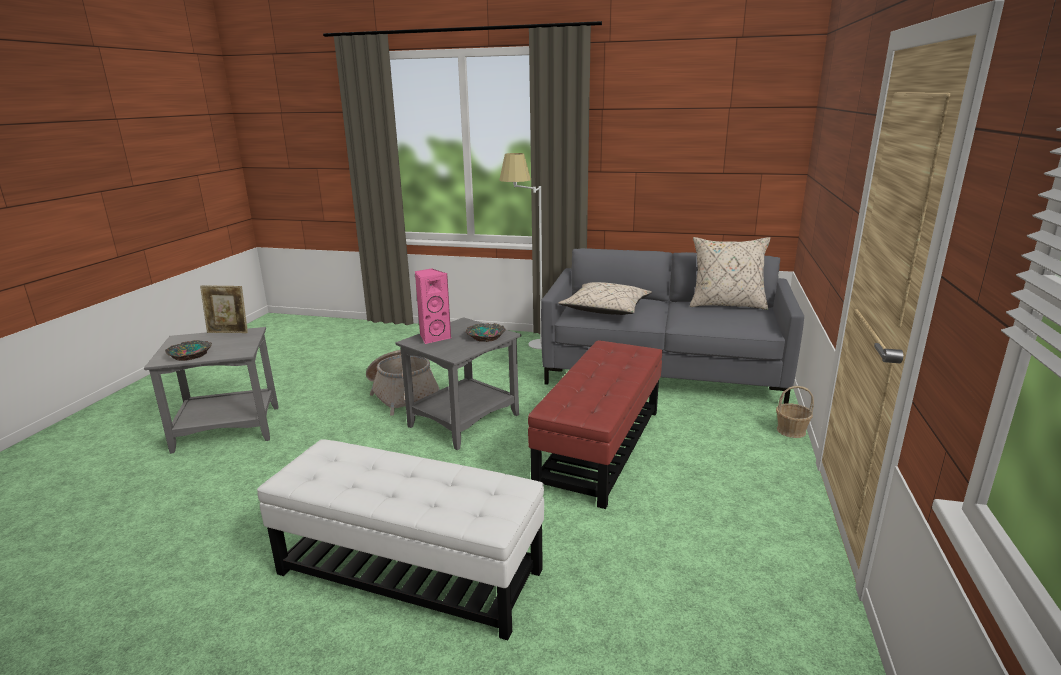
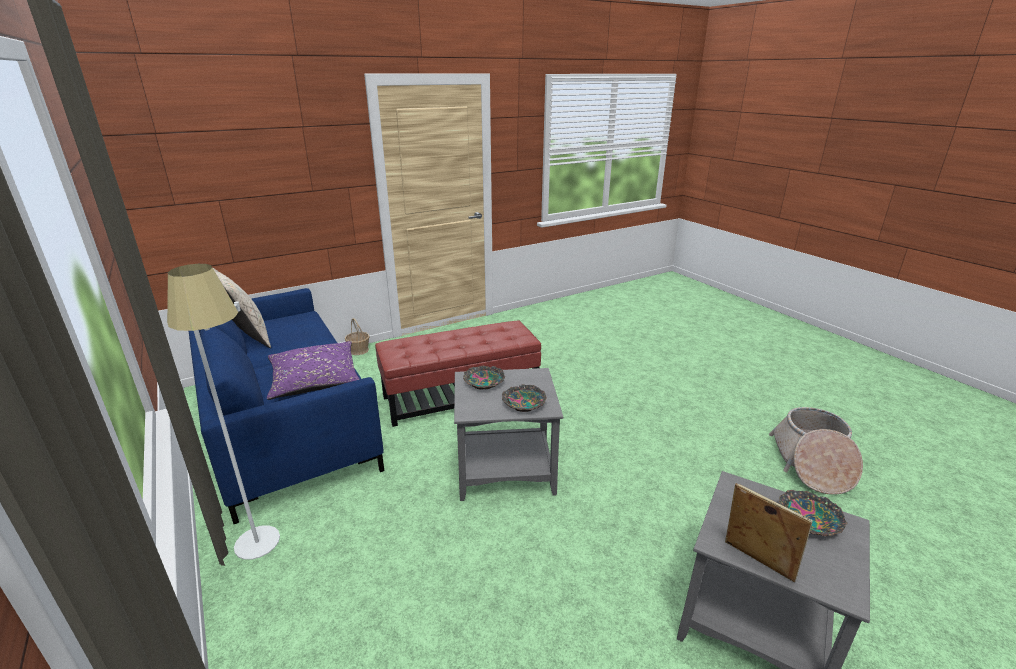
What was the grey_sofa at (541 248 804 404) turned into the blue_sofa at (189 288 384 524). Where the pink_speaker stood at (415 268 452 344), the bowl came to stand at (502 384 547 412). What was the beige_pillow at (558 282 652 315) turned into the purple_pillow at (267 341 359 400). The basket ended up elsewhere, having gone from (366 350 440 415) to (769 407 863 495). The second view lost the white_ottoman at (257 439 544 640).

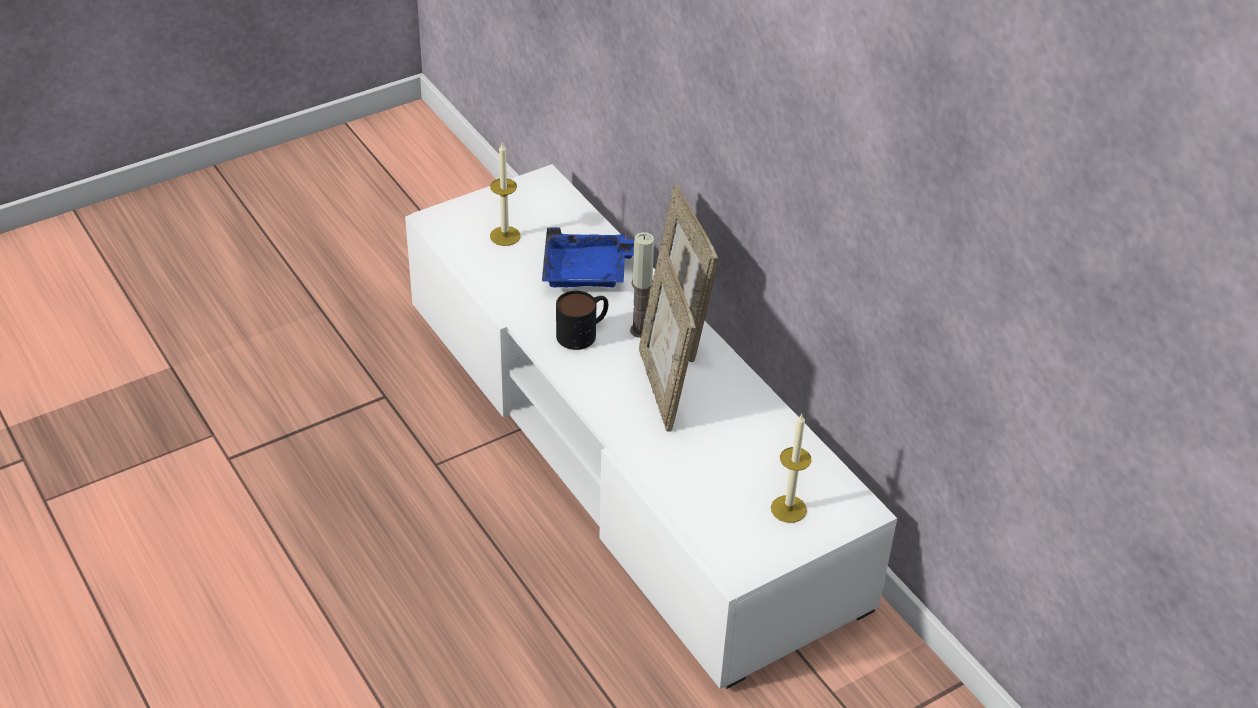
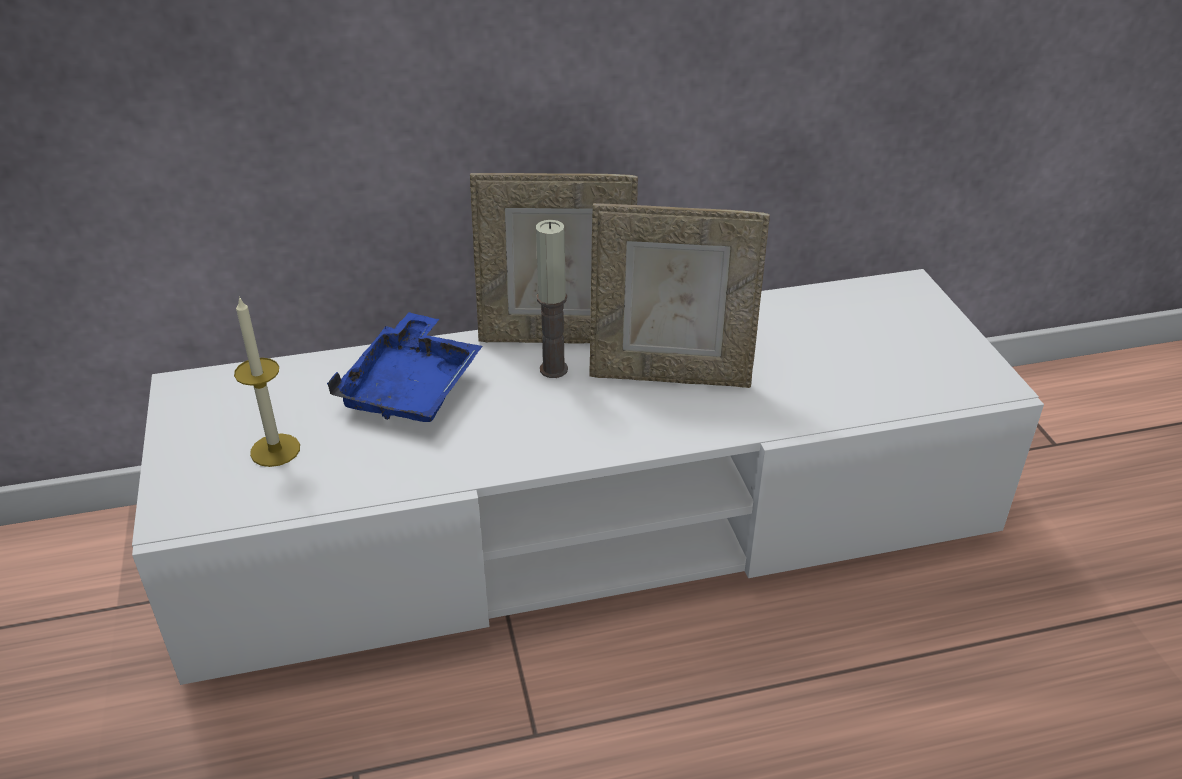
The second view lost the mug at (556 291 608 350). The second view lost the candle at (771 414 812 523).

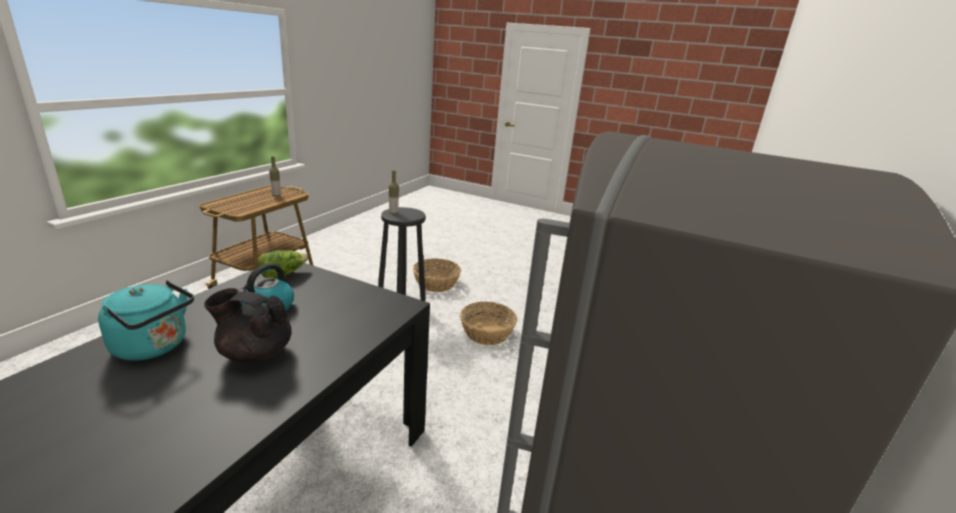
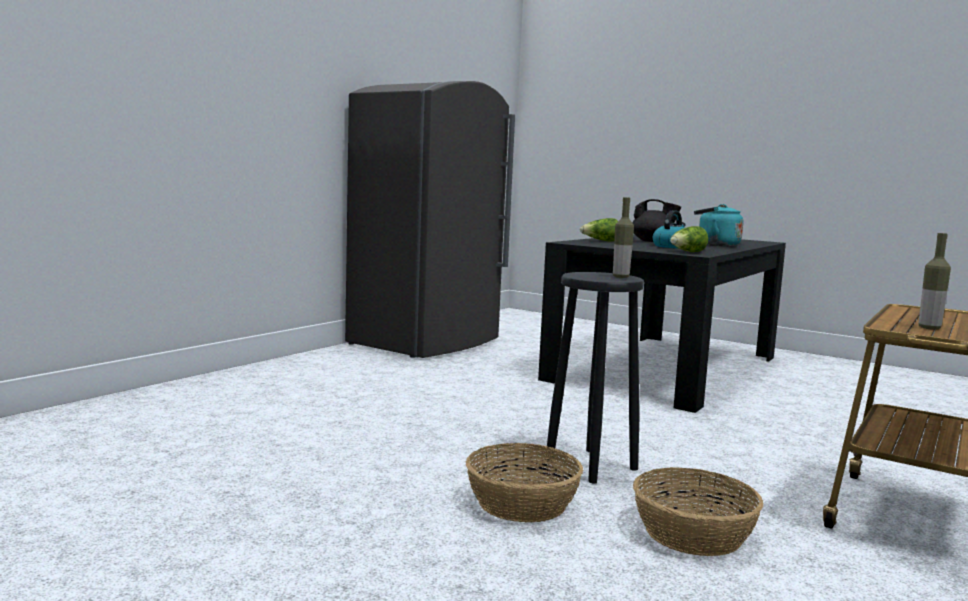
The basket ended up elsewhere, having gone from (460 302 517 345) to (633 467 764 556). The second view gained the lettuce at (580 218 618 241).

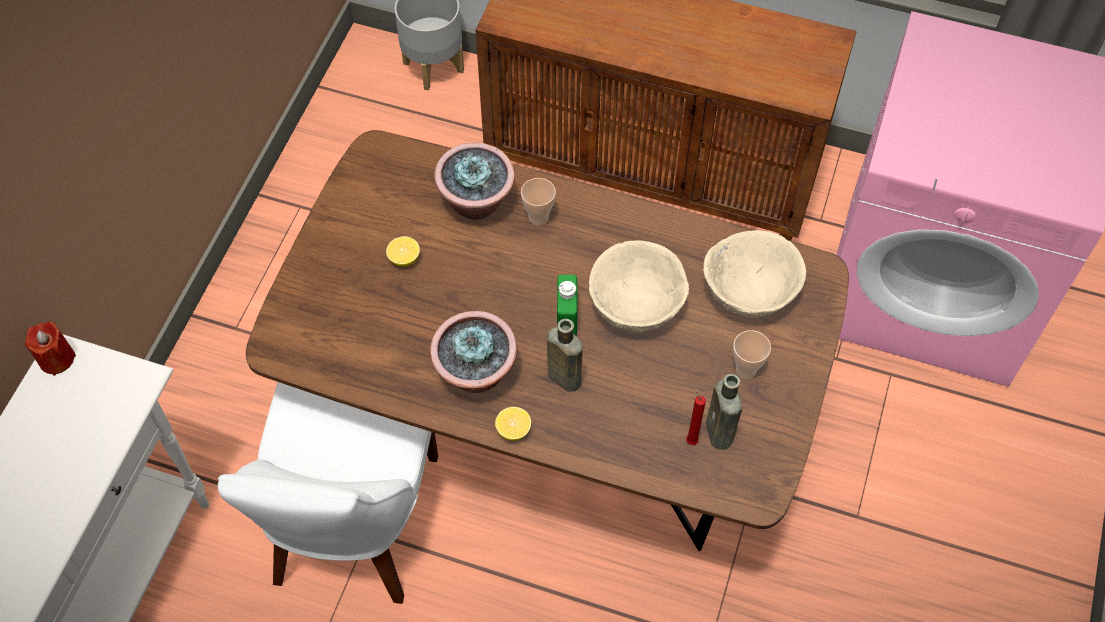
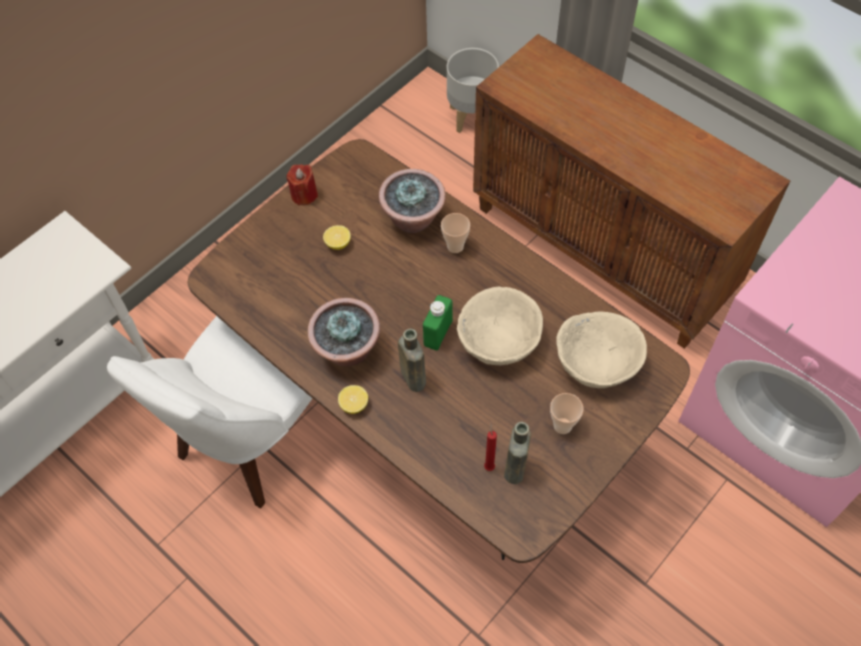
The red_candle ended up elsewhere, having gone from (25 322 76 376) to (287 164 318 206).

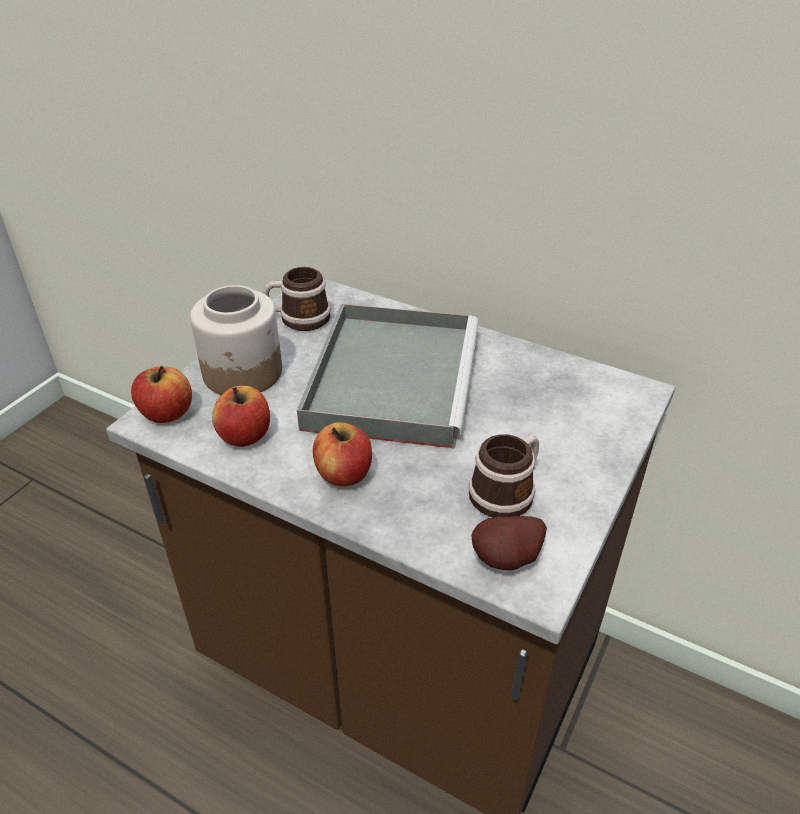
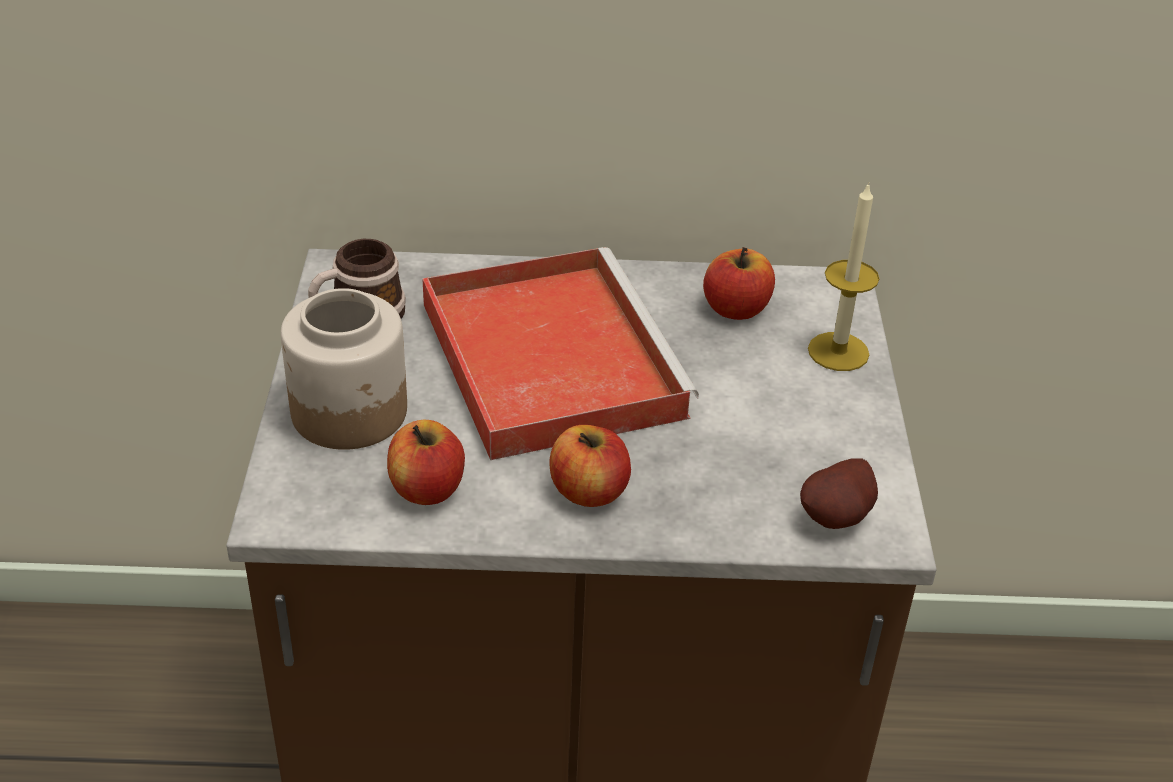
What was the grey_tray at (297 304 479 449) turned into the red_tray at (422 247 699 460). The apple ended up elsewhere, having gone from (131 366 192 423) to (703 247 775 320). The second view lost the mug at (468 434 539 517). The second view gained the candle at (808 182 879 371).

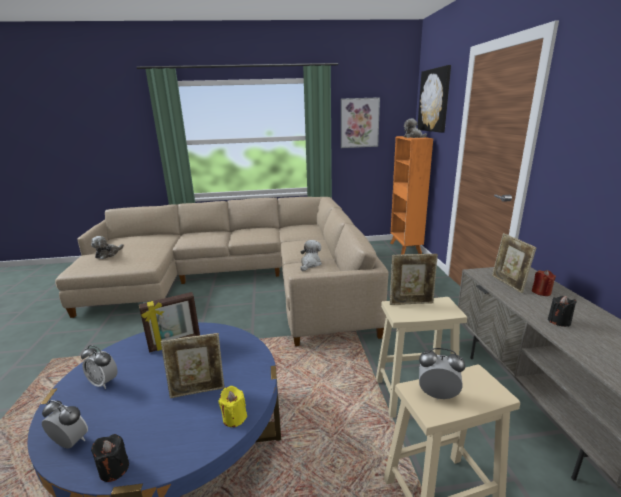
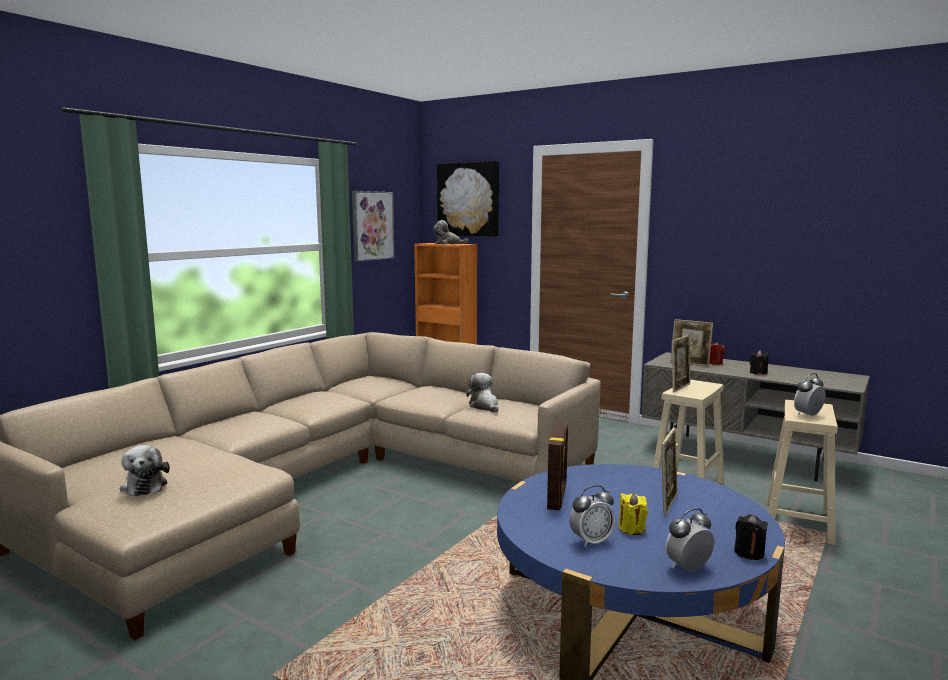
The yellow_candle ended up elsewhere, having gone from (218 386 247 427) to (618 493 648 535).

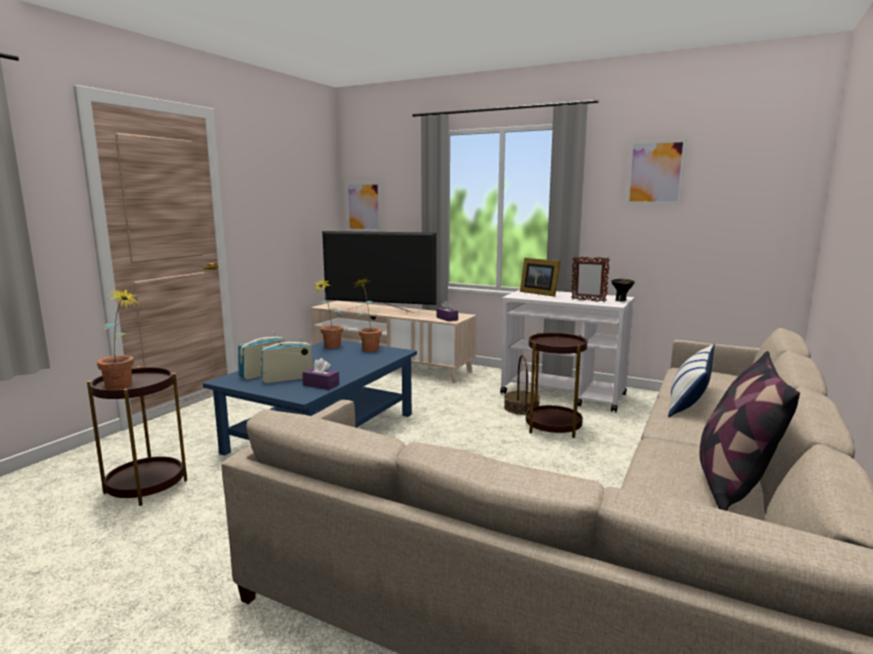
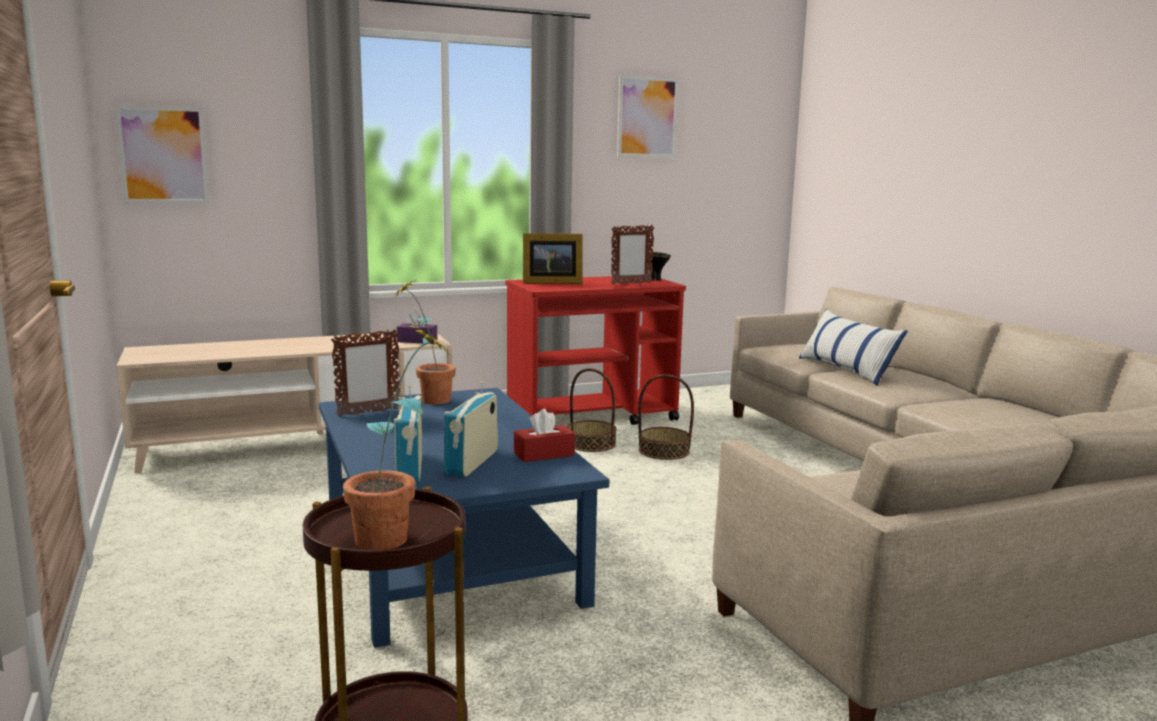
The second view lost the television at (322 231 436 313). Where the potted_plant stood at (313 279 343 348), the picture_frame came to stand at (331 329 400 417). What was the white_cart at (500 290 635 412) turned into the red_cart at (506 276 686 425). Where the brown_side_table stood at (526 332 587 438), the basket came to stand at (638 374 694 460). The second view lost the pillow at (700 351 800 511). What was the purple_tissue_box at (302 358 339 390) turned into the red_tissue_box at (514 409 575 462).

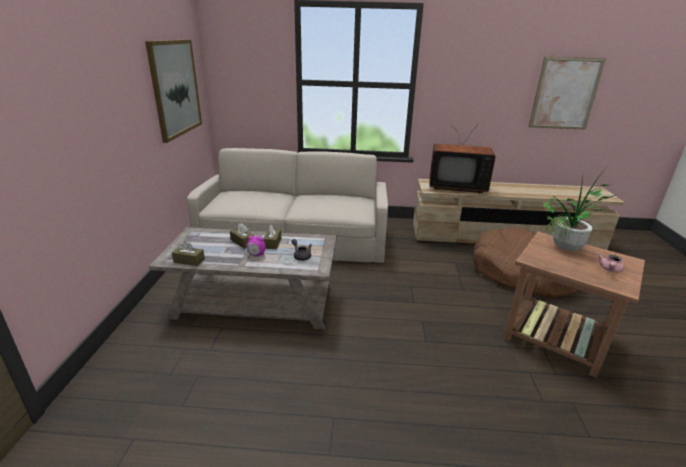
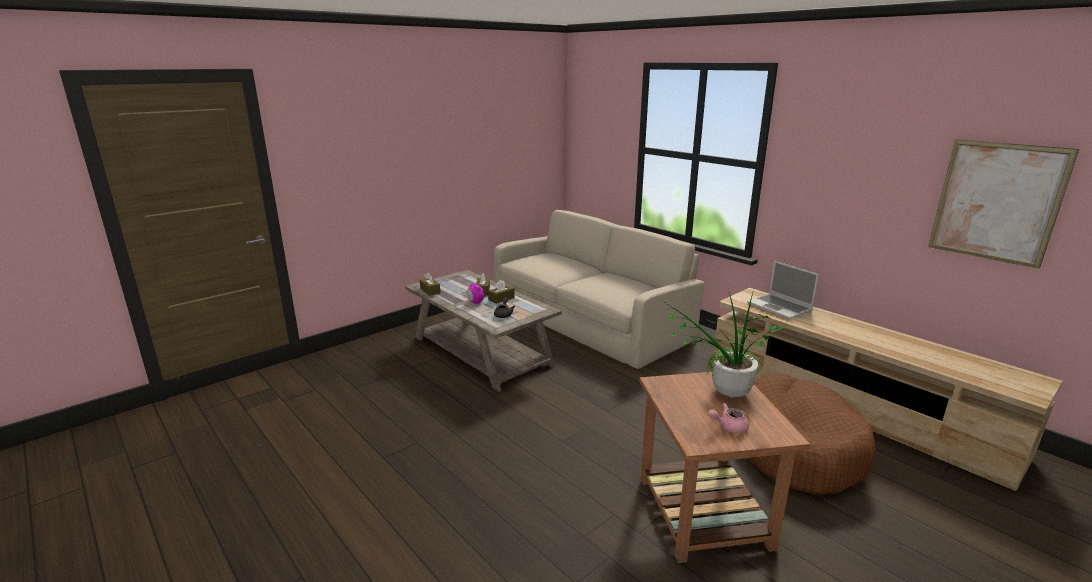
The second view lost the picture at (145 39 202 143). Where the television stood at (430 124 496 193), the laptop came to stand at (747 261 819 320).

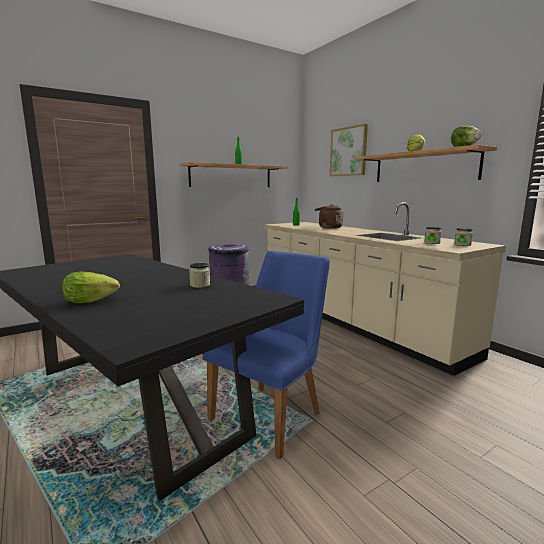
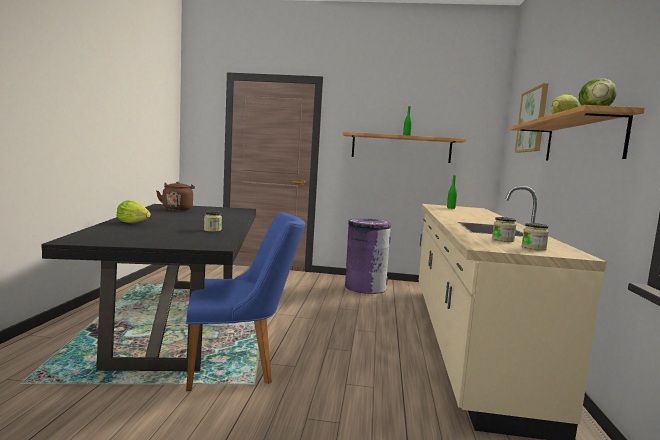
The brown_kettle ended up elsewhere, having gone from (315 204 343 229) to (156 181 195 211).

